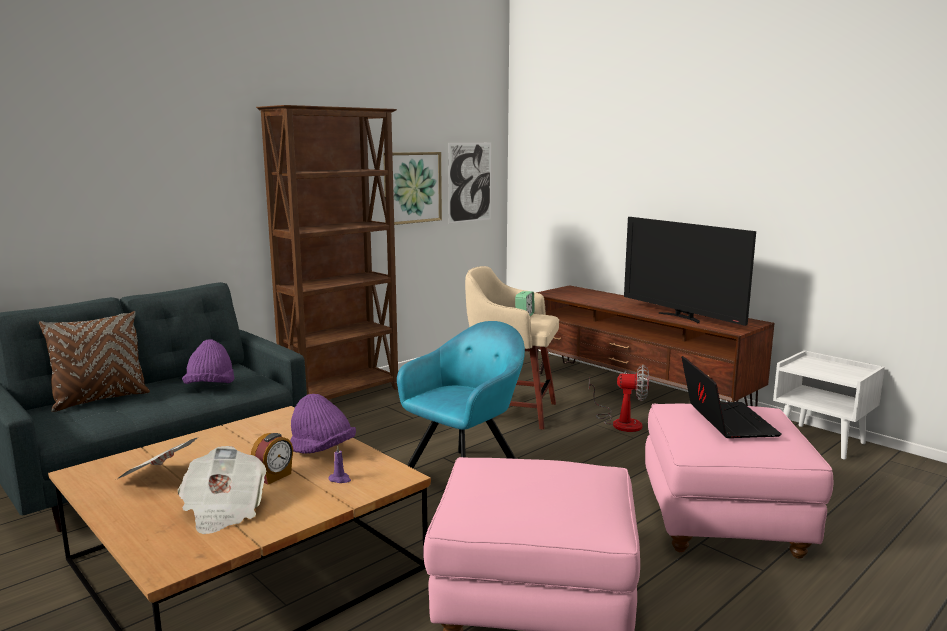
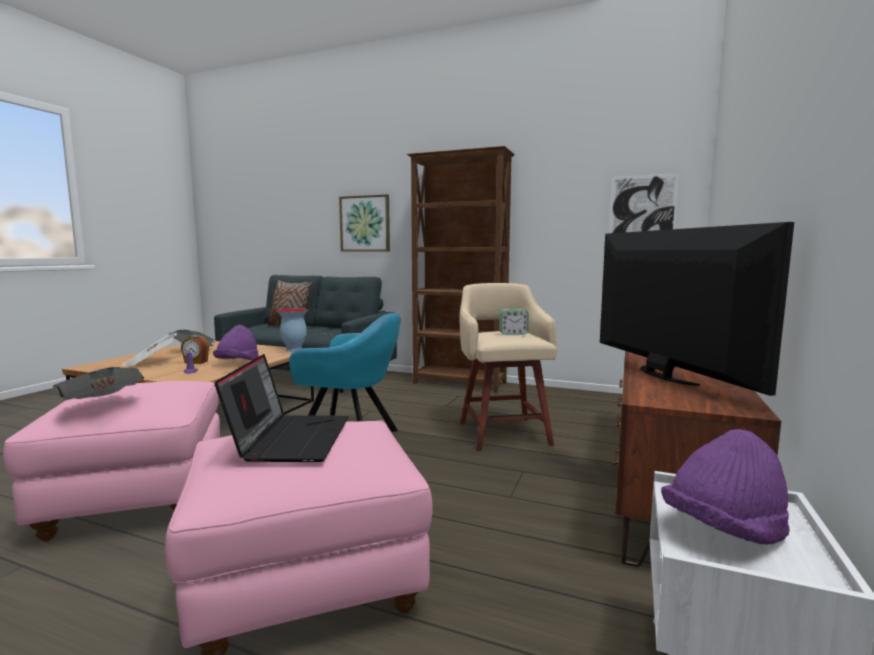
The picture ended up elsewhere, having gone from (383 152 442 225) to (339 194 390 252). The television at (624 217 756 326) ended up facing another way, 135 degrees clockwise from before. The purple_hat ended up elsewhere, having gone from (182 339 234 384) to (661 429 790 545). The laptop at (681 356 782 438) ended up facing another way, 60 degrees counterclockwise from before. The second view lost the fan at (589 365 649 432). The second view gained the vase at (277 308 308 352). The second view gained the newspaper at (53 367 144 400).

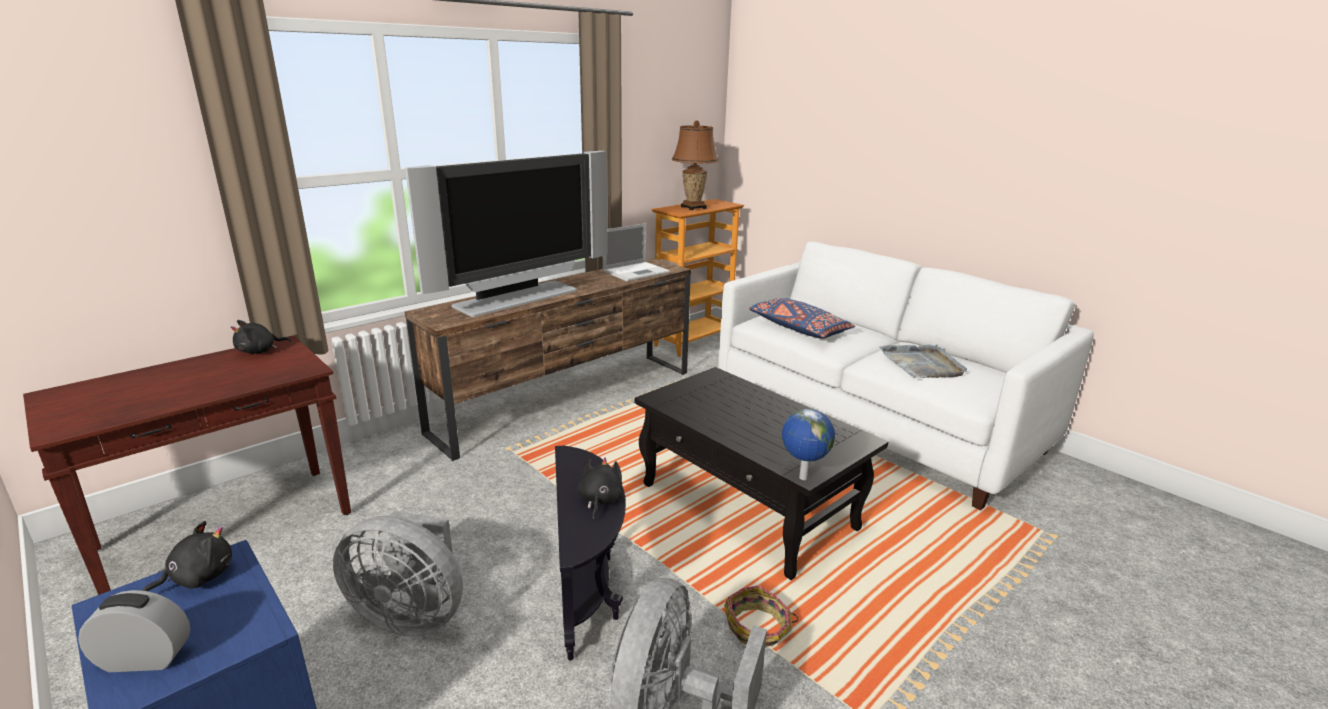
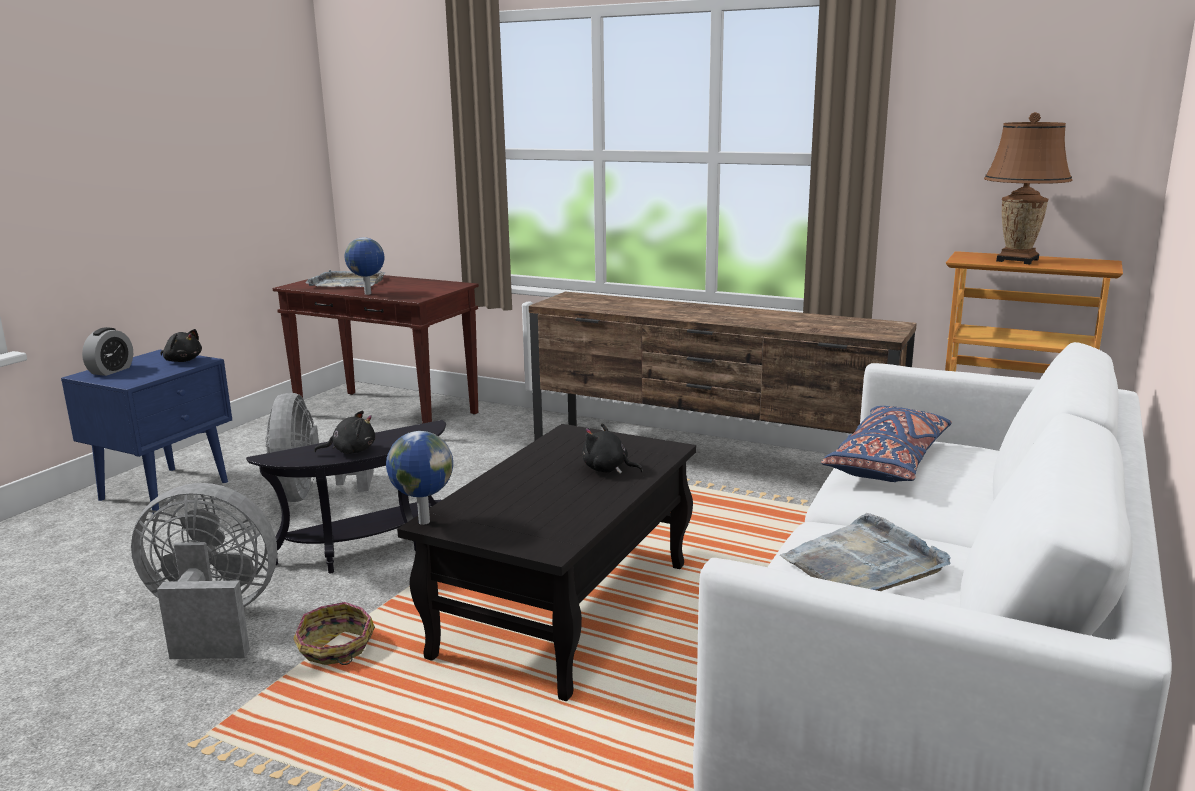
The second view lost the television at (405 151 608 317). The second view lost the laptop at (603 223 670 282). The black_plush_toy ended up elsewhere, having gone from (231 320 291 354) to (582 423 643 474). The alarm_clock at (78 590 190 672) ended up facing another way, 45 degrees clockwise from before. The second view gained the globe at (345 237 384 295). The second view gained the grey_tray at (305 270 385 287).

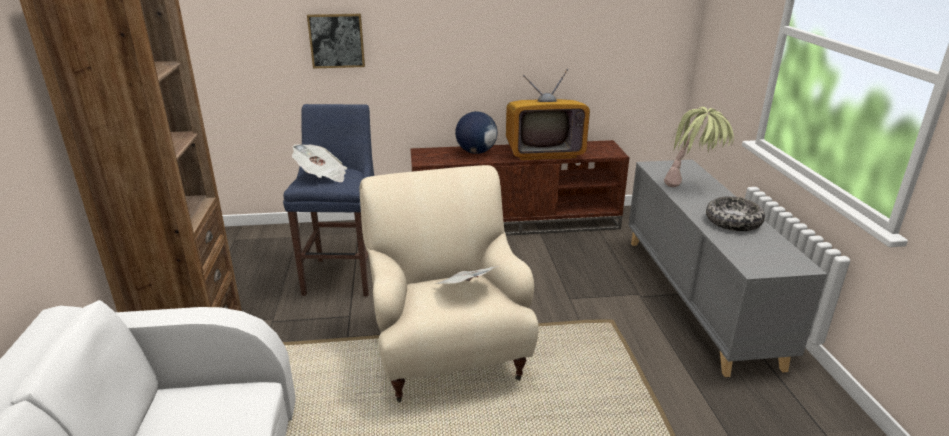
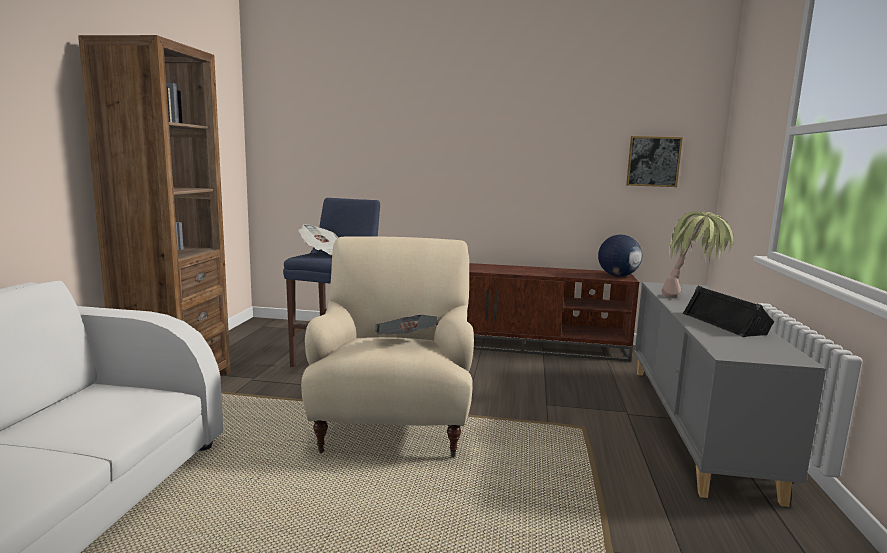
The picture ended up elsewhere, having gone from (307 14 365 68) to (626 136 683 187). The second view lost the television at (506 69 590 160). The globe ended up elsewhere, having gone from (455 111 497 154) to (598 235 642 277). Where the bowl stood at (706 196 765 231), the black_speaker came to stand at (682 286 774 337).

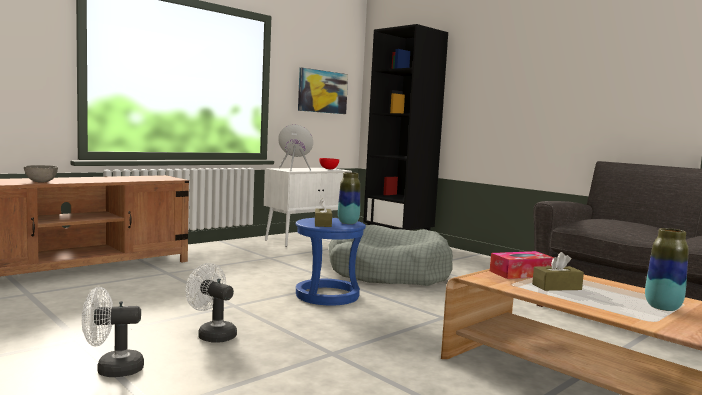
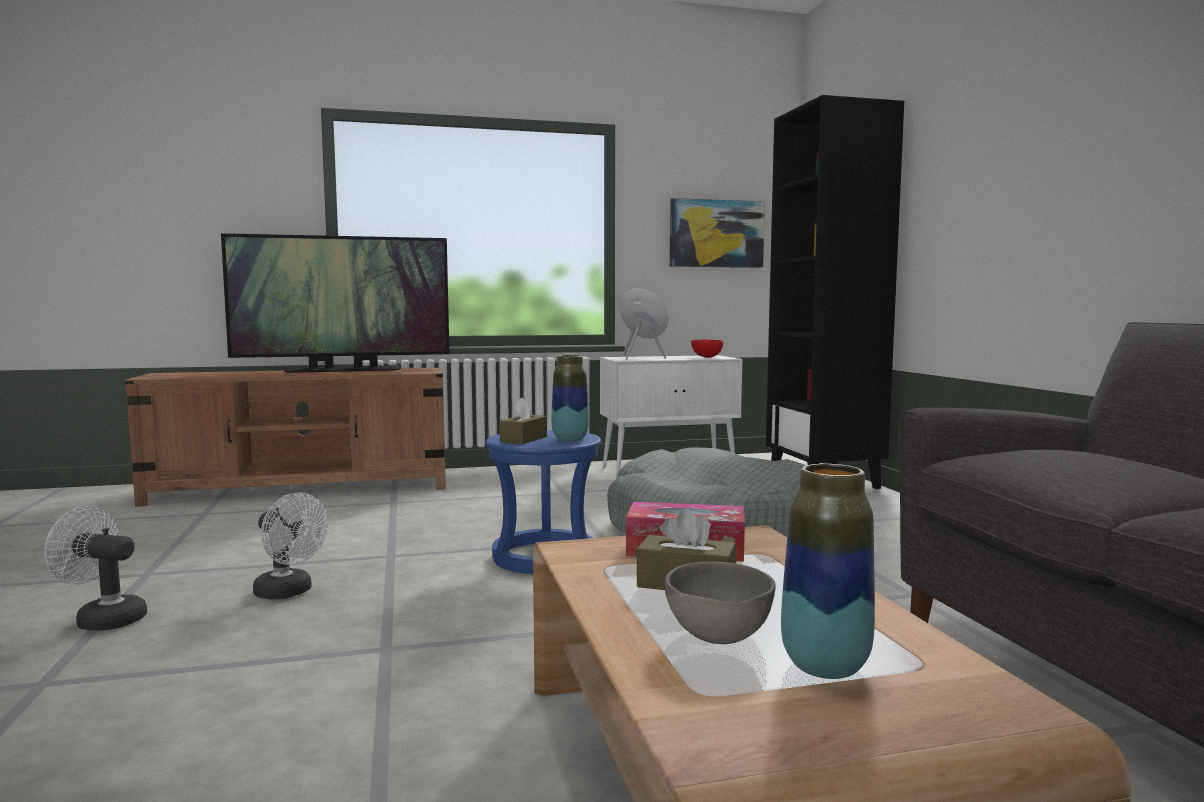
The grey_bowl ended up elsewhere, having gone from (24 165 58 183) to (665 561 776 644). The white_fan at (185 263 237 343) ended up facing another way, 150 degrees clockwise from before. The second view gained the television at (221 233 449 373).

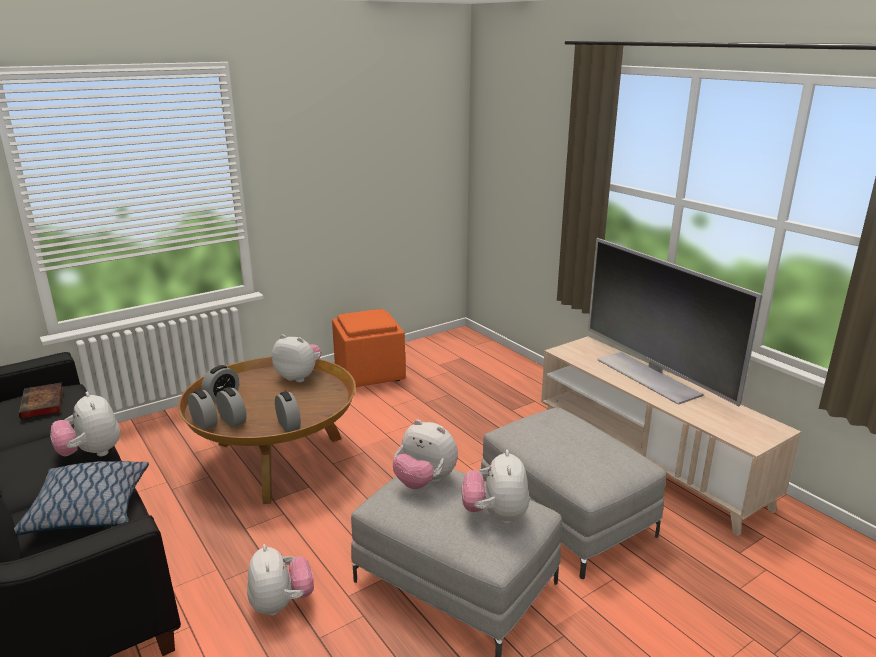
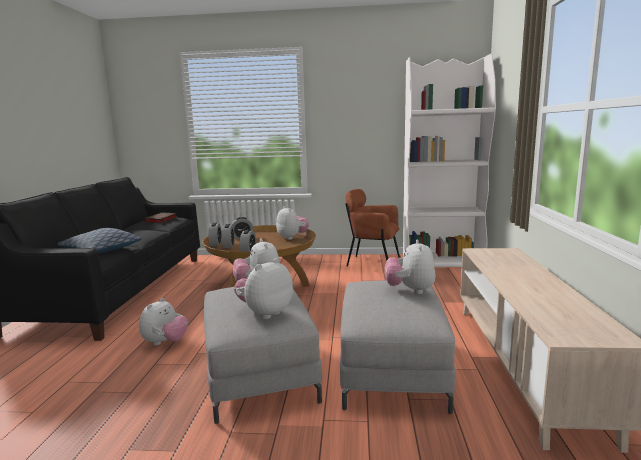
The second view lost the television at (588 238 763 406). Where the orange_ottoman stood at (332 309 405 387), the brown_armchair came to stand at (345 189 400 266). The plush_toy ended up elsewhere, having gone from (50 391 120 456) to (385 239 436 294). The second view gained the white_bookcase at (403 53 496 267).

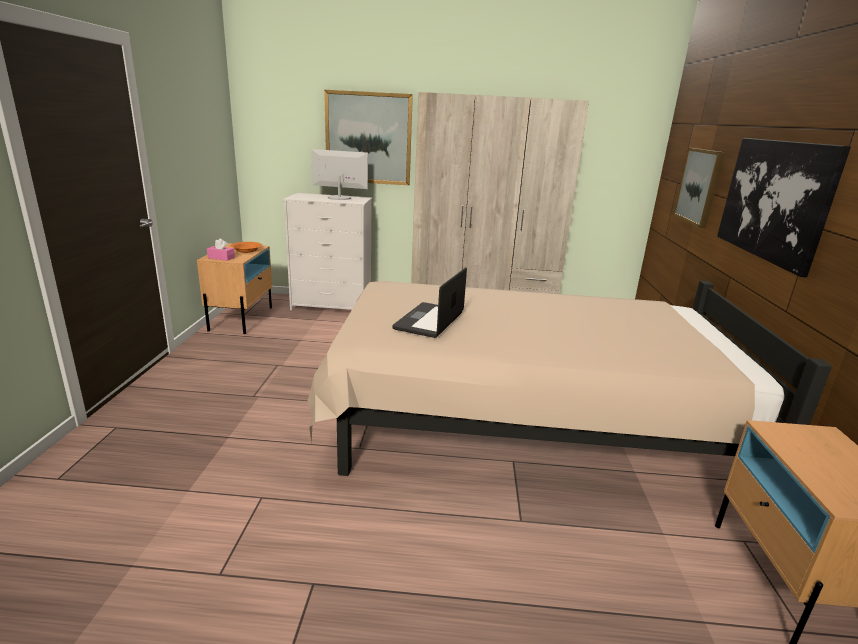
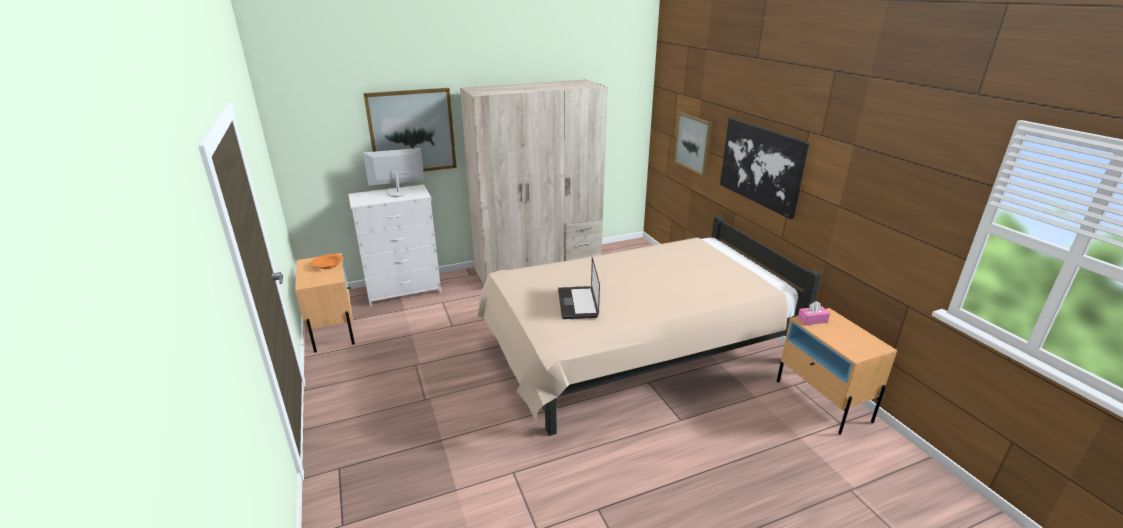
The pink_tissue_box ended up elsewhere, having gone from (207 239 235 261) to (798 301 830 325).

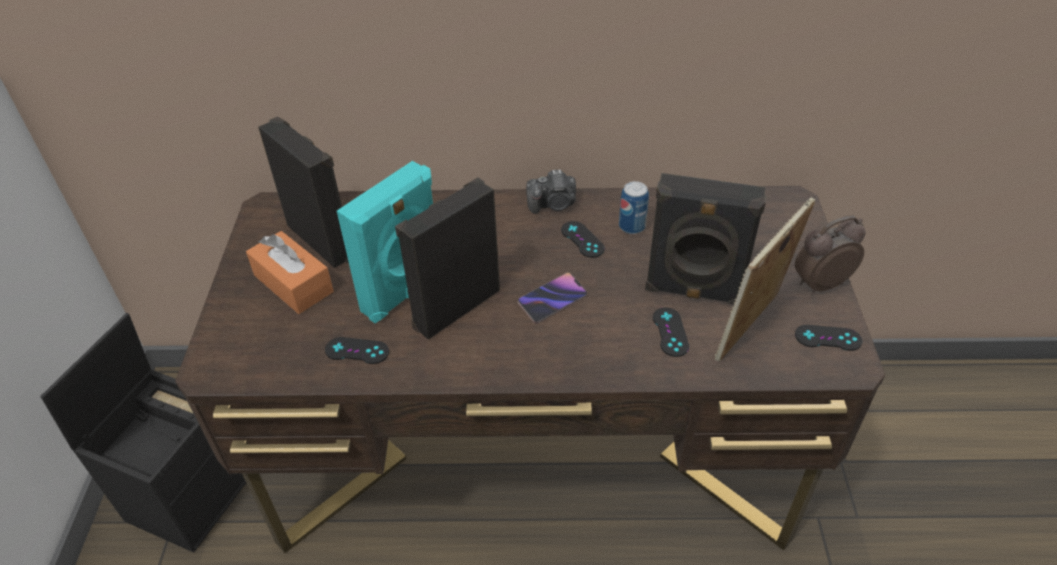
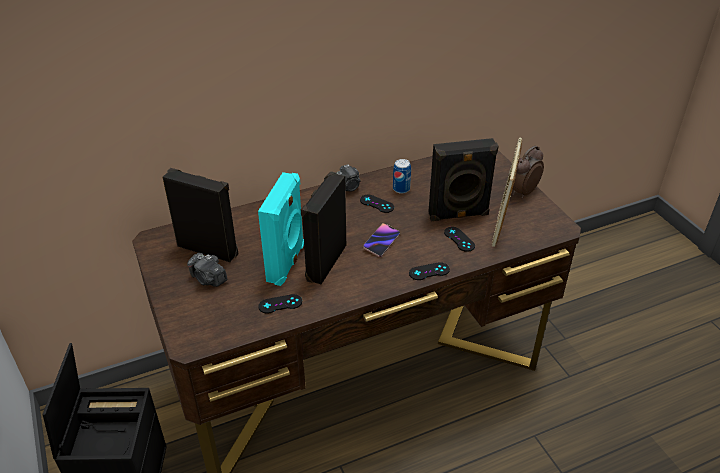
Where the orange_tissue_box stood at (246 231 334 314), the photo_camera came to stand at (187 253 227 287). The black_game_controller ended up elsewhere, having gone from (795 325 862 351) to (409 262 450 280).

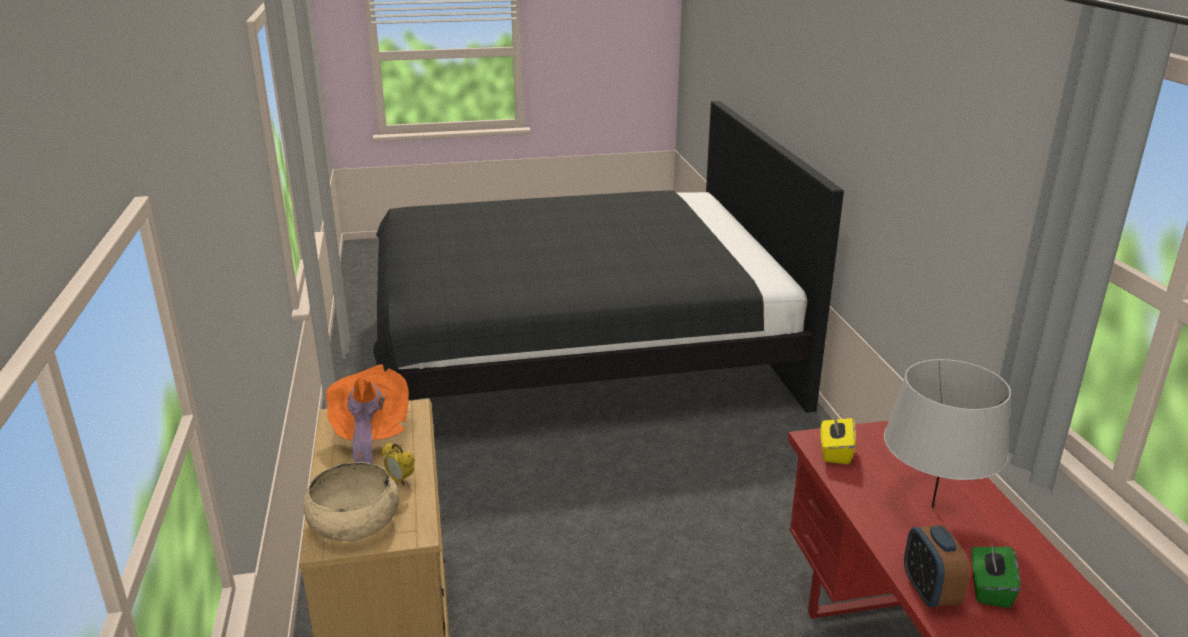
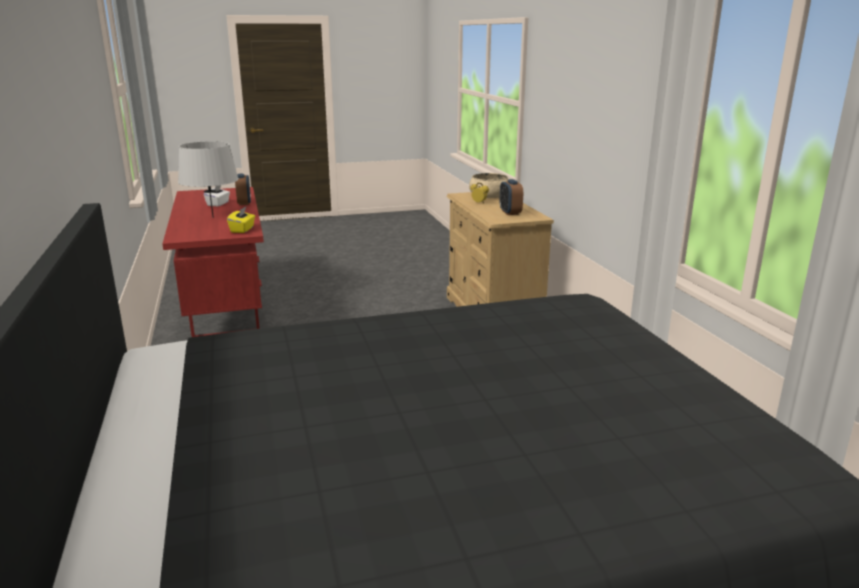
Where the orange_hat stood at (326 364 409 463), the alarm_clock came to stand at (500 179 523 215). What was the green_tissue_box at (971 545 1020 608) turned into the white_tissue_box at (204 185 230 206).

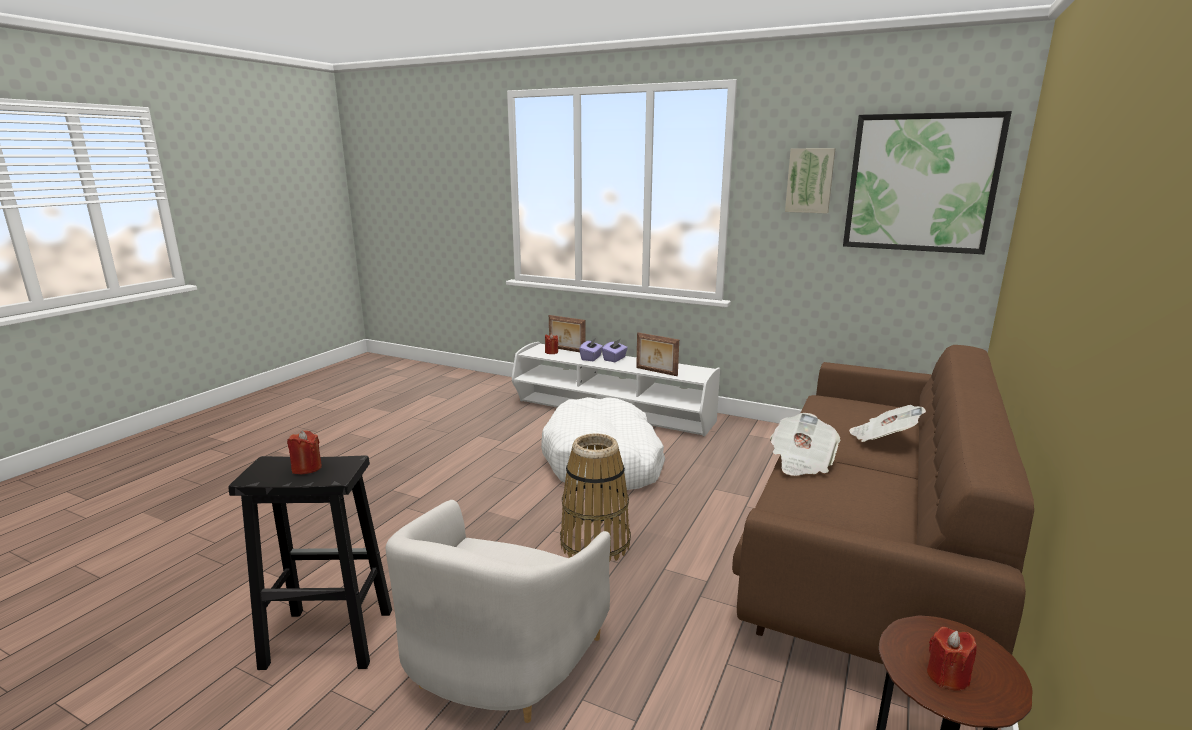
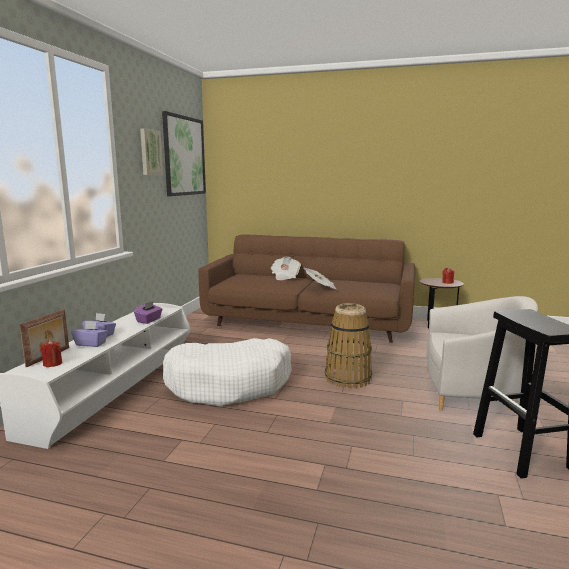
Where the picture_frame stood at (636 332 679 376), the purple_tissue_box came to stand at (134 301 163 324). The second view lost the red_candle at (287 431 322 474).

